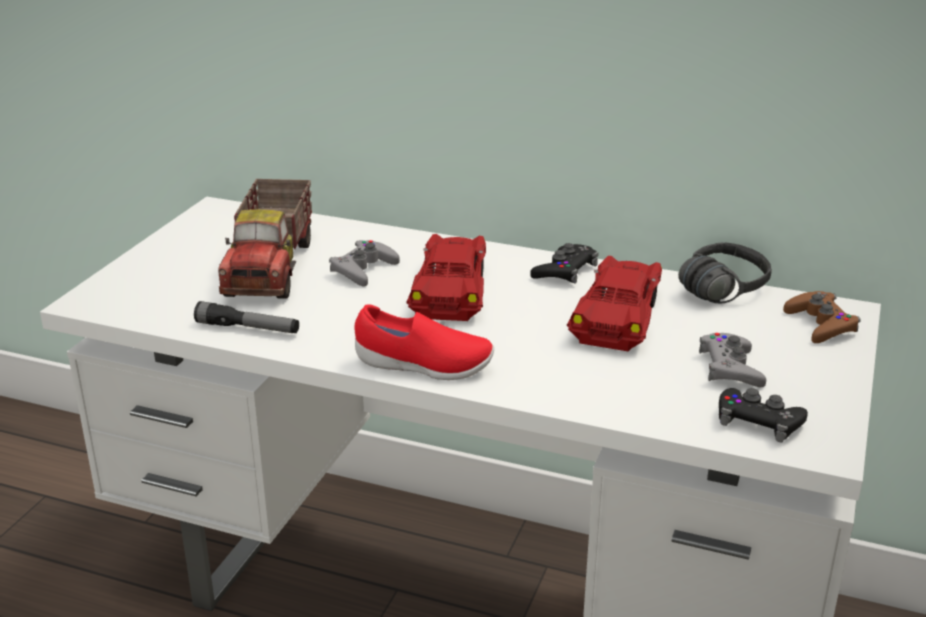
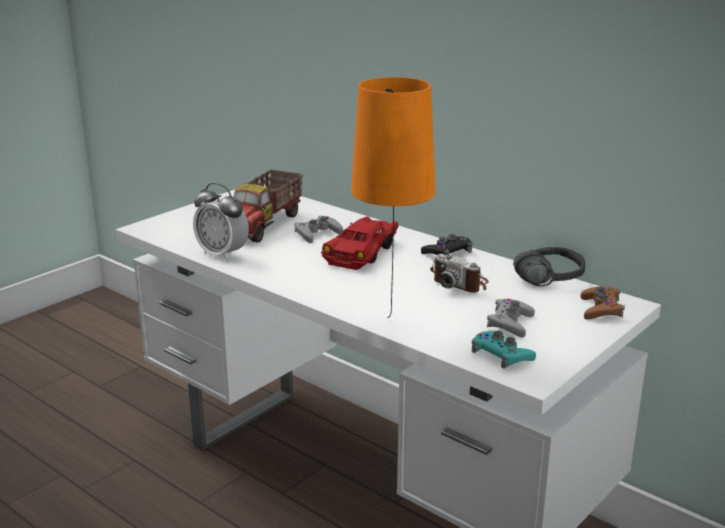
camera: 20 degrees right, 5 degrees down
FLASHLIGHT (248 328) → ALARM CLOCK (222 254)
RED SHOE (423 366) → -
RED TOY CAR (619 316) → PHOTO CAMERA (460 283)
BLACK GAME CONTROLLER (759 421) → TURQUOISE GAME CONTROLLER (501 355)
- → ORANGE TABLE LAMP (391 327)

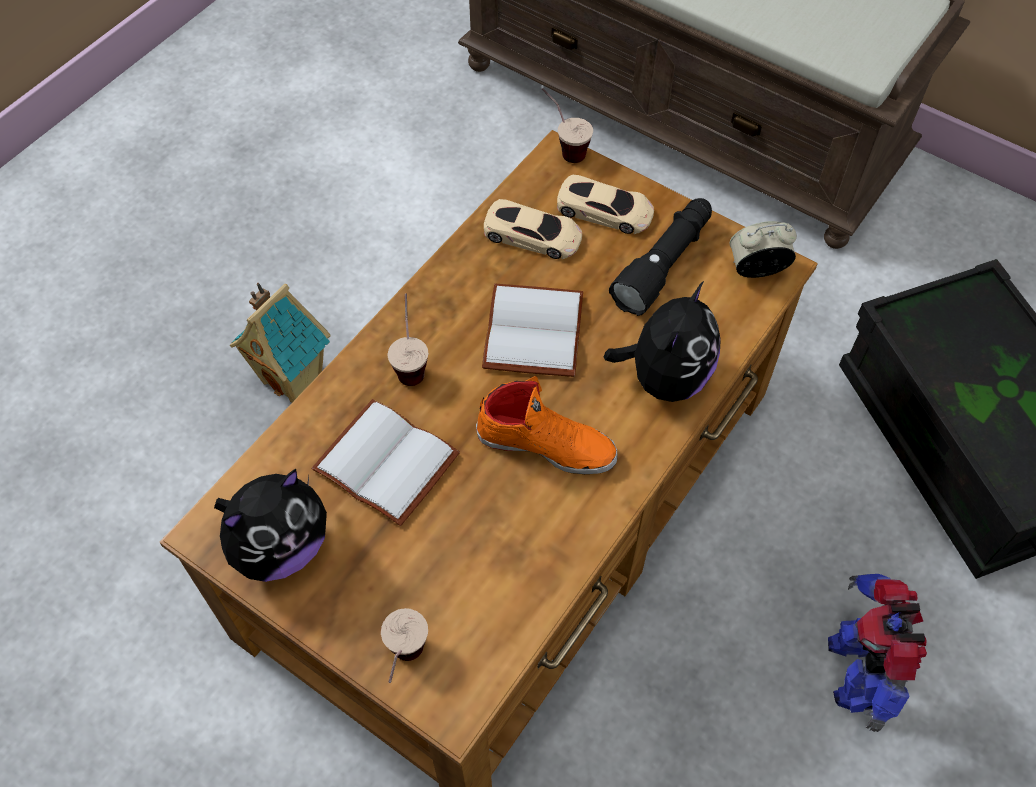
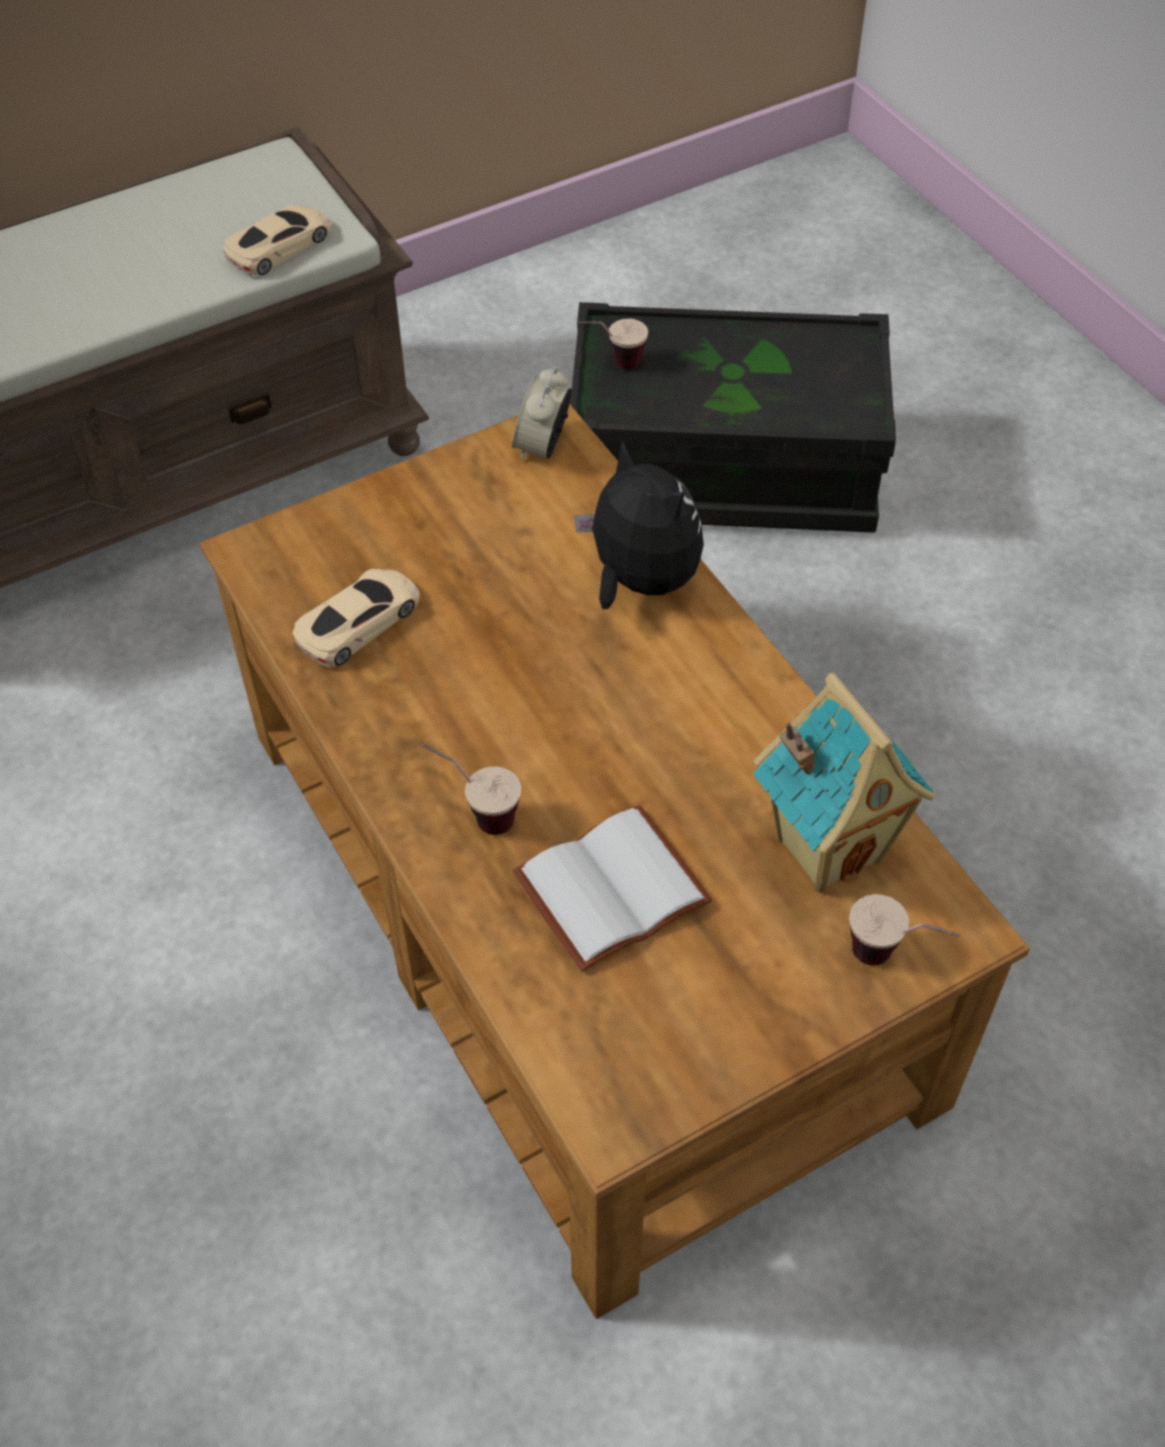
camera: 65 degrees left, 5 degrees down
PLUSH TOY (280 547) → -
TOY HOUSE (294 378) → TOY HOUSE (828 846), relocated
ORANGE SHOE (546 444) → -
WHITE BOOK (530 330) → -
CUP (563 147) → CUP (612 365), relocated
BEIGE TOY CAR (604 210) → BEIGE TOY CAR (280 246), relocated
BLACK FLASHLIGHT (664 264) → -
TOY ROBOT (857 670) → -

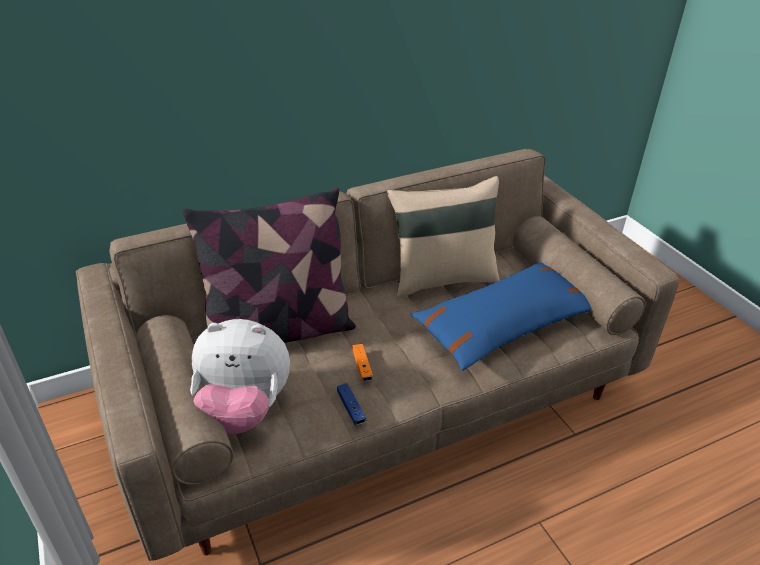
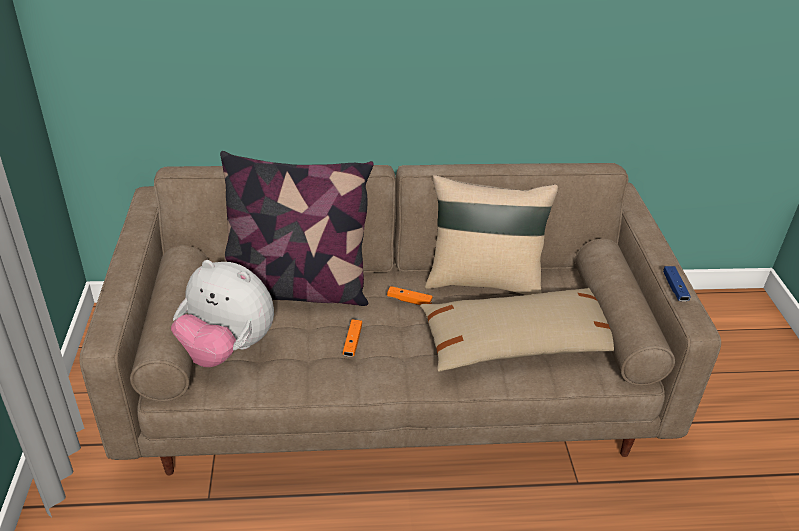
camera: 20 degrees right, 0 degrees up
BLUE GAME CONTROLLER (351 408) → BLUE GAME CONTROLLER (674 288), relocated
BLUE PILLOW (504 326) → BEIGE PILLOW (518 343)
- → ORANGE GAME CONTROLLER (409 300)

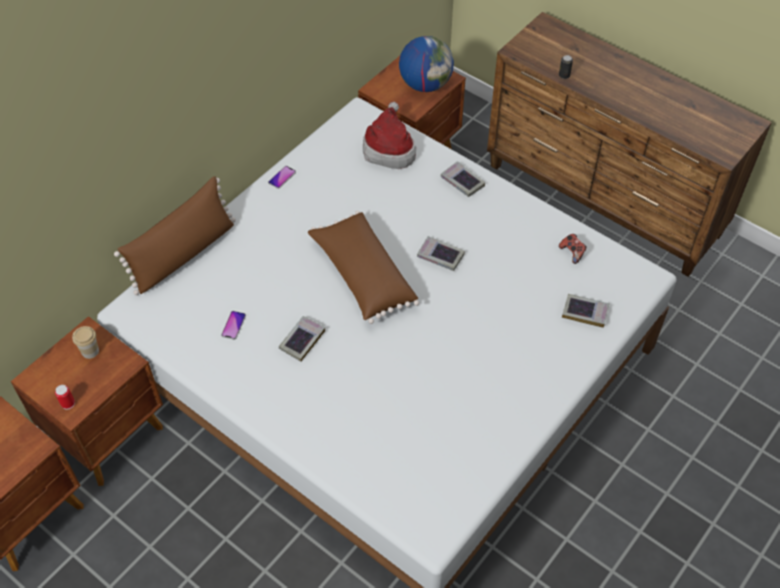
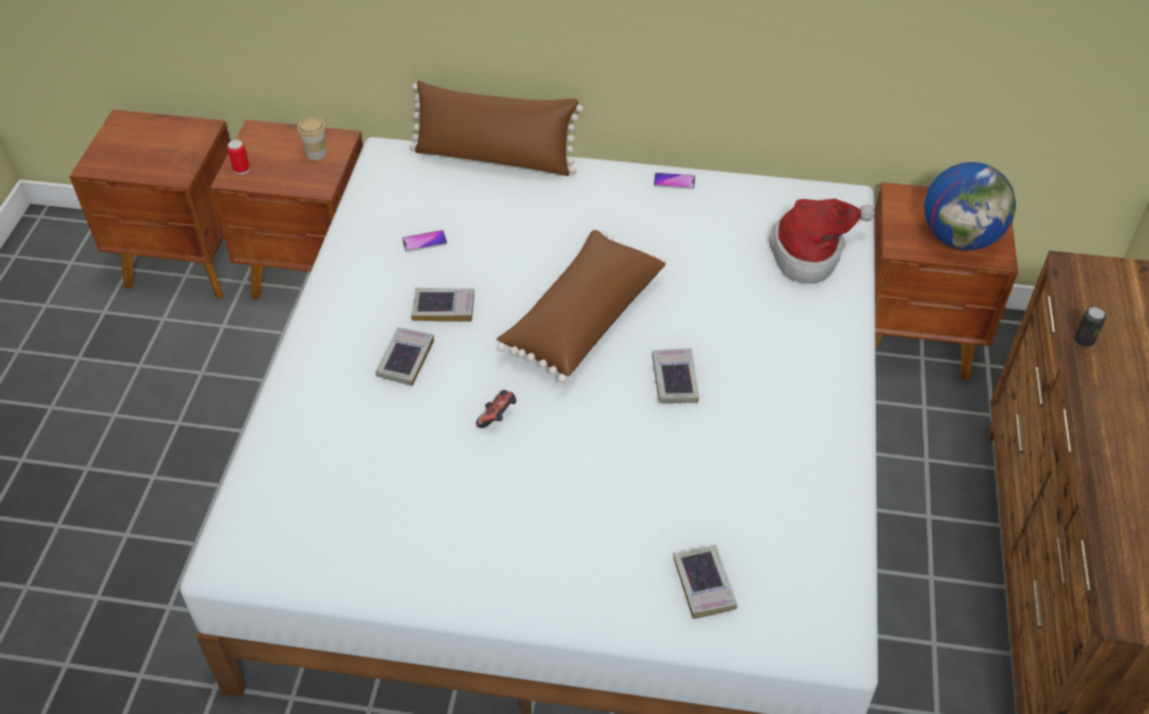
camera: 60 degrees right, 5 degrees down
BOOK (462 182) → BOOK (405 359), relocated
GAME CONTROLLER (572 253) → GAME CONTROLLER (498 417), relocated

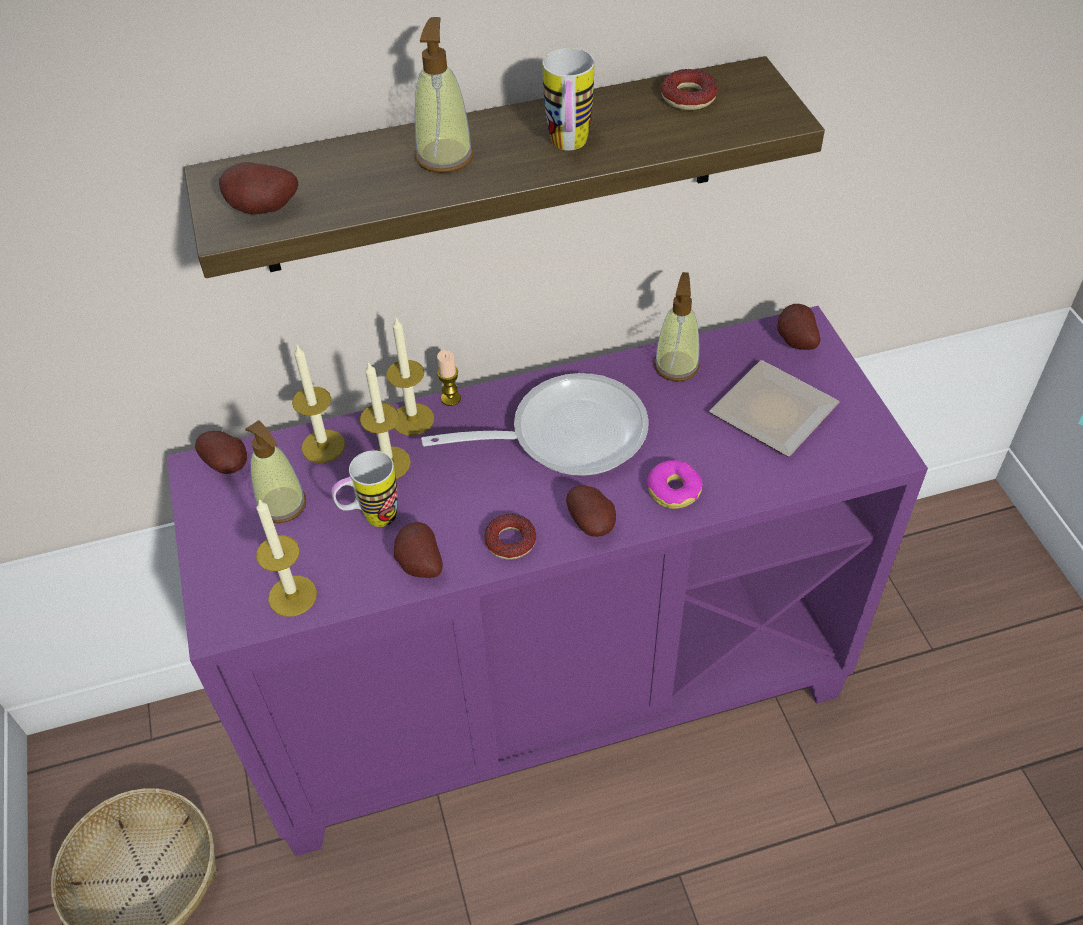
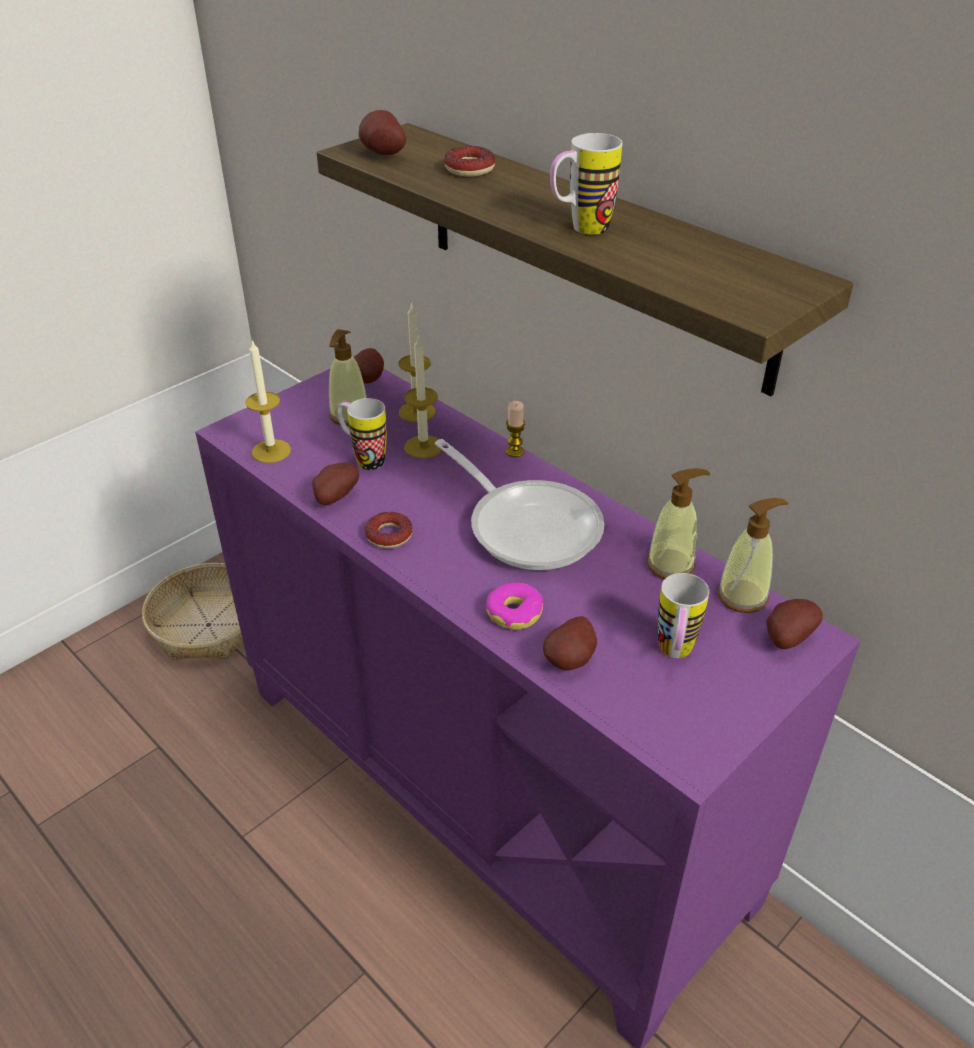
camera: 60 degrees right, 10 degrees down
CANDLE (412 419) → -
SOAP DISPENSER (444 156) → SOAP DISPENSER (743 596), relocated
POTATO (593 524) → POTATO (572 660), relocated
DONUT (688 97) → DONUT (469 169), relocated
PLATE (778 412) → MUG (674 654)

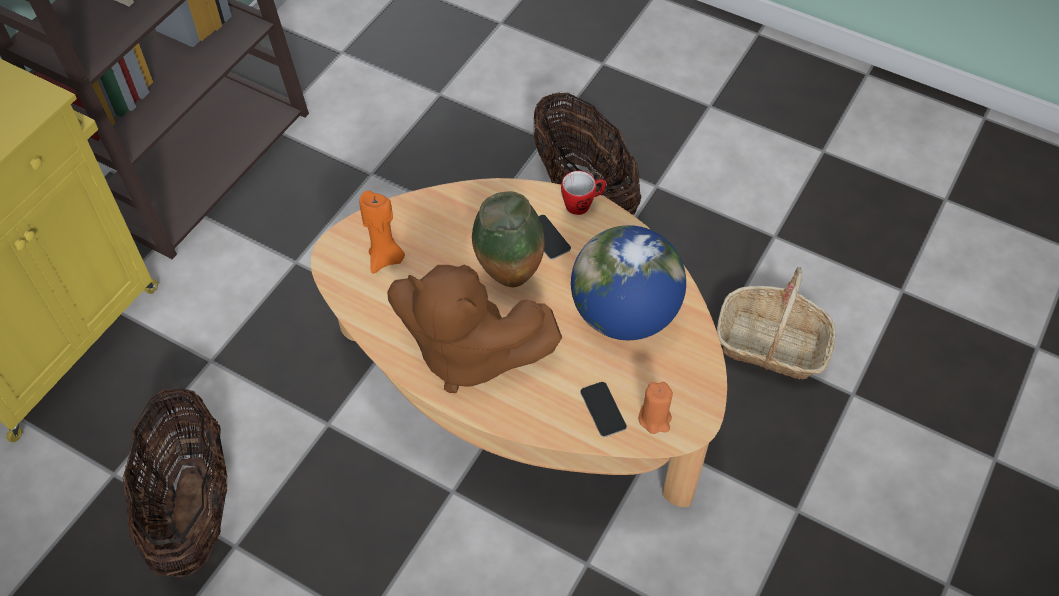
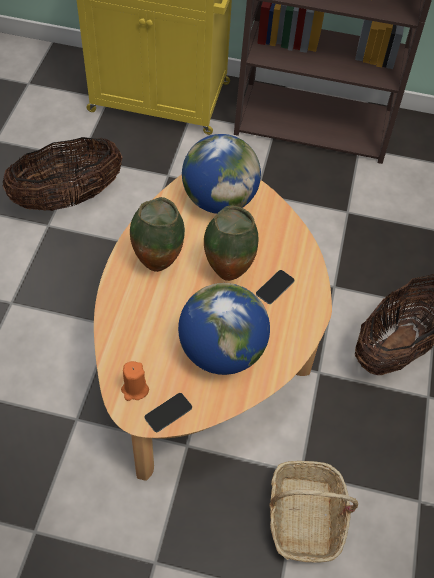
camera: 70 degrees right, 0 degrees up
ORANGE CANDLE (386 259) → GLOBE (219 200)
BROWN PLUSH TOY (468 353) → VASE (157 263)
MUG (583 204) → -
PHONE (603 409) → PHONE (168 412), relocated

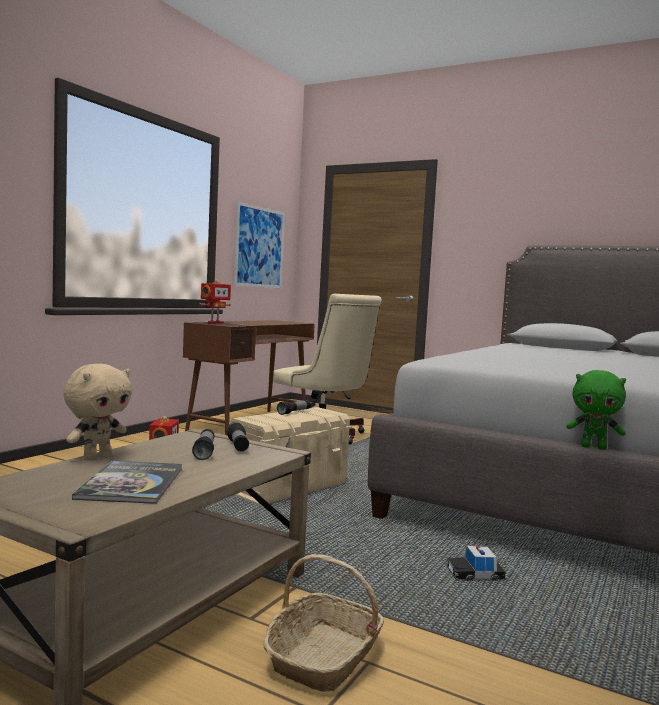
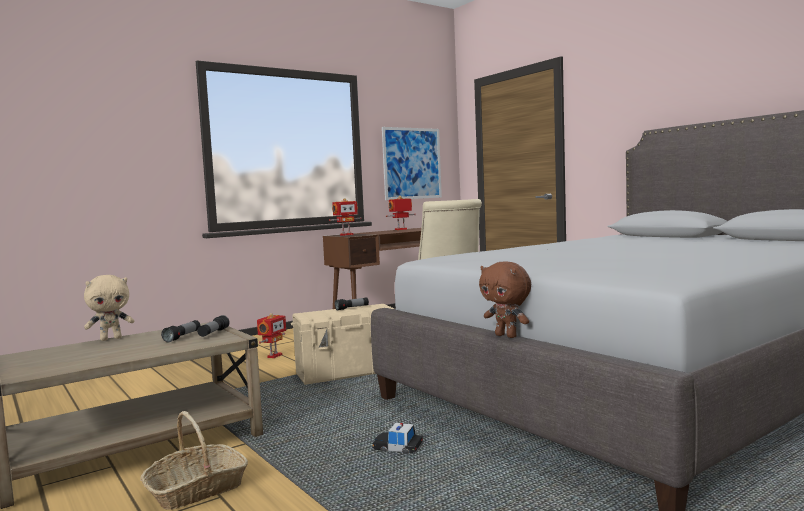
camera: 25 degrees right, 0 degrees up
BOOK (131 483) → -
GREEN PLUSH TOY (594 447) → BROWN PLUSH TOY (507 336)
- → TOY ROBOT (401 229)

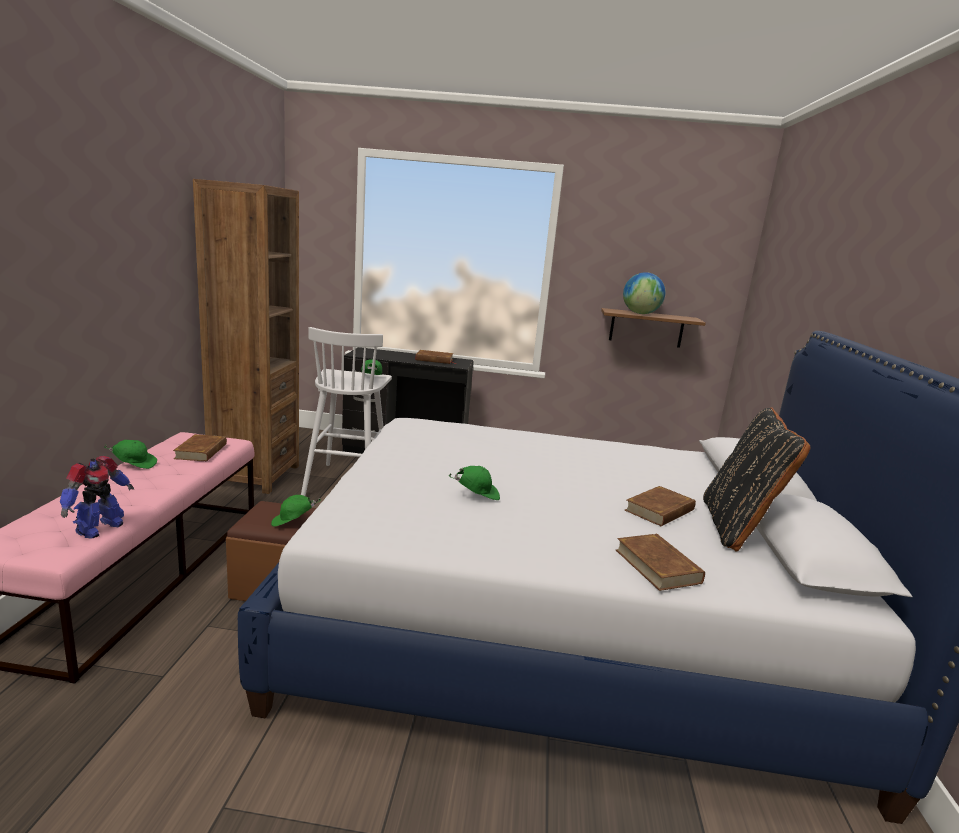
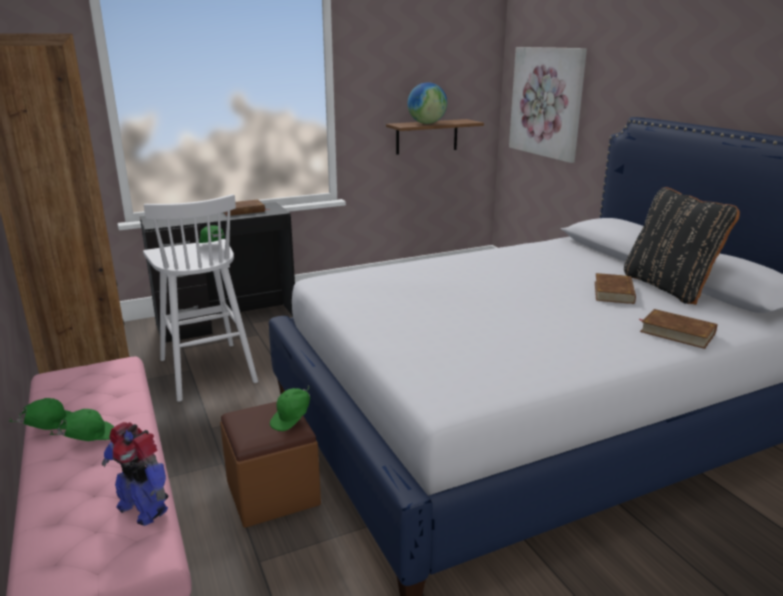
camera: 30 degrees left, 5 degrees up
TOY ROBOT (98 528) → TOY ROBOT (143 508), 135 degrees clockwise
BROWN BOOK (201 451) → -
GREEN CAP (476 495) → GREEN CAP (90 440), relocated
- → PICTURE (546 102)

